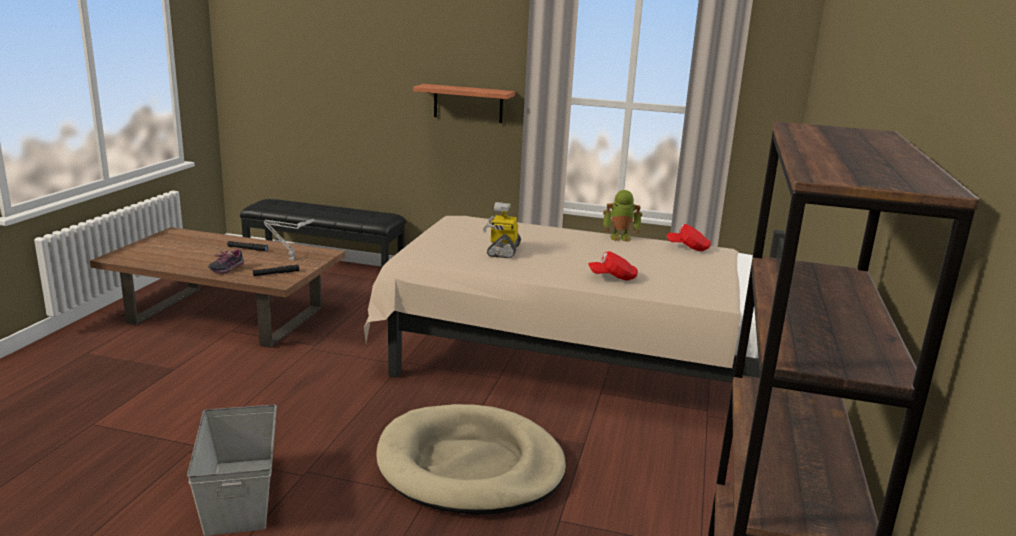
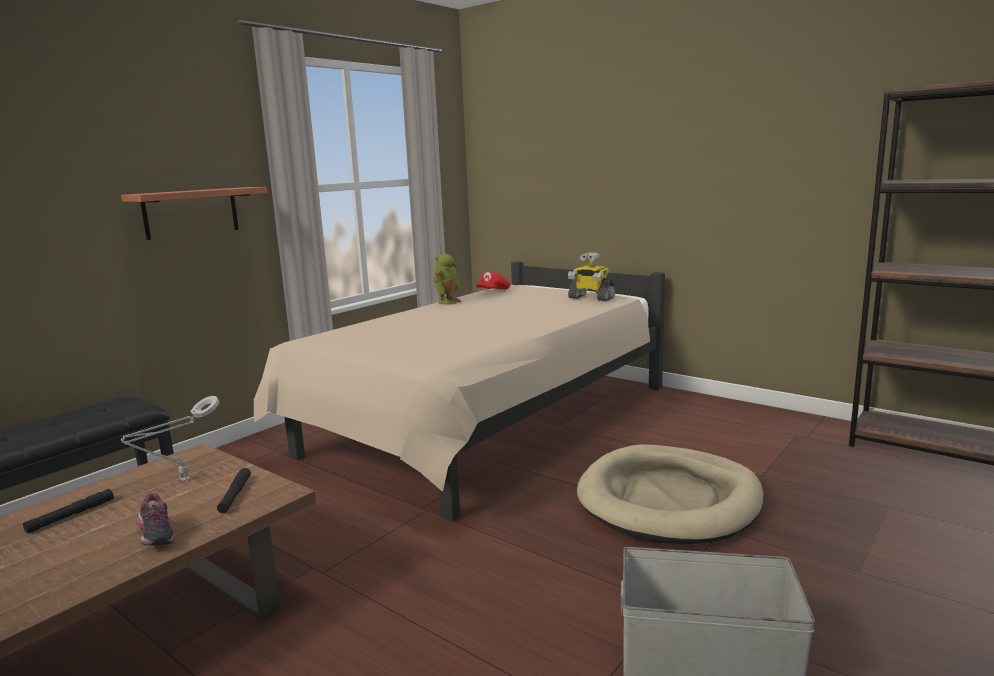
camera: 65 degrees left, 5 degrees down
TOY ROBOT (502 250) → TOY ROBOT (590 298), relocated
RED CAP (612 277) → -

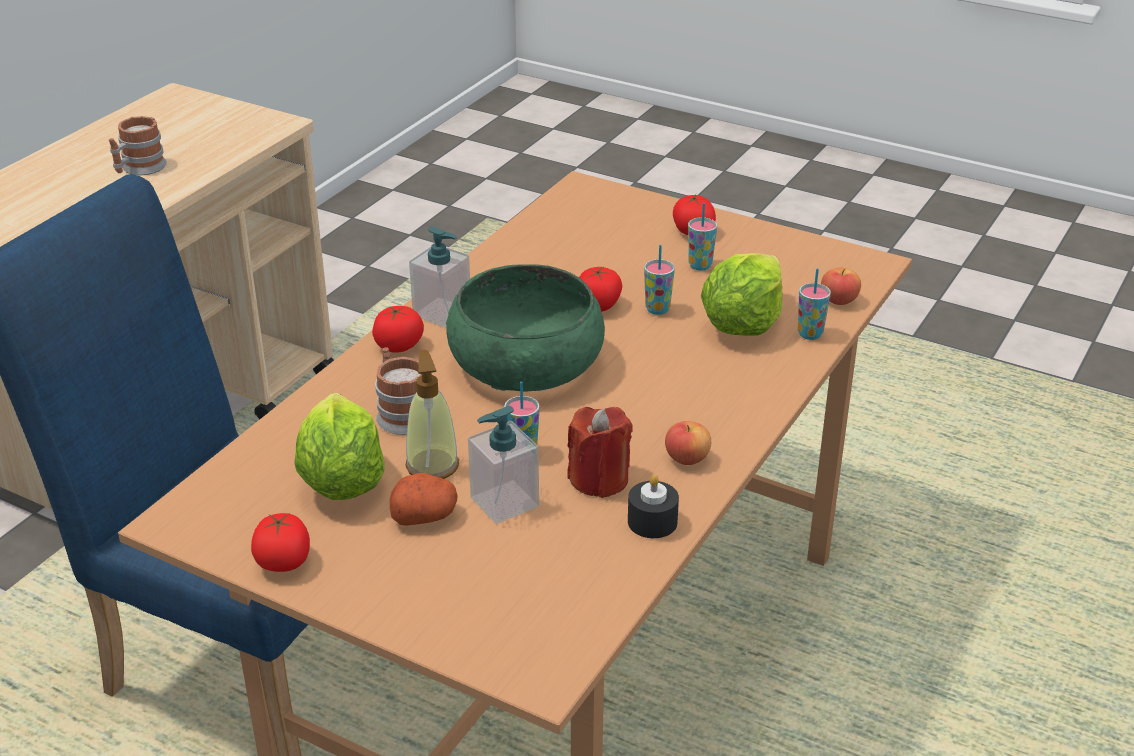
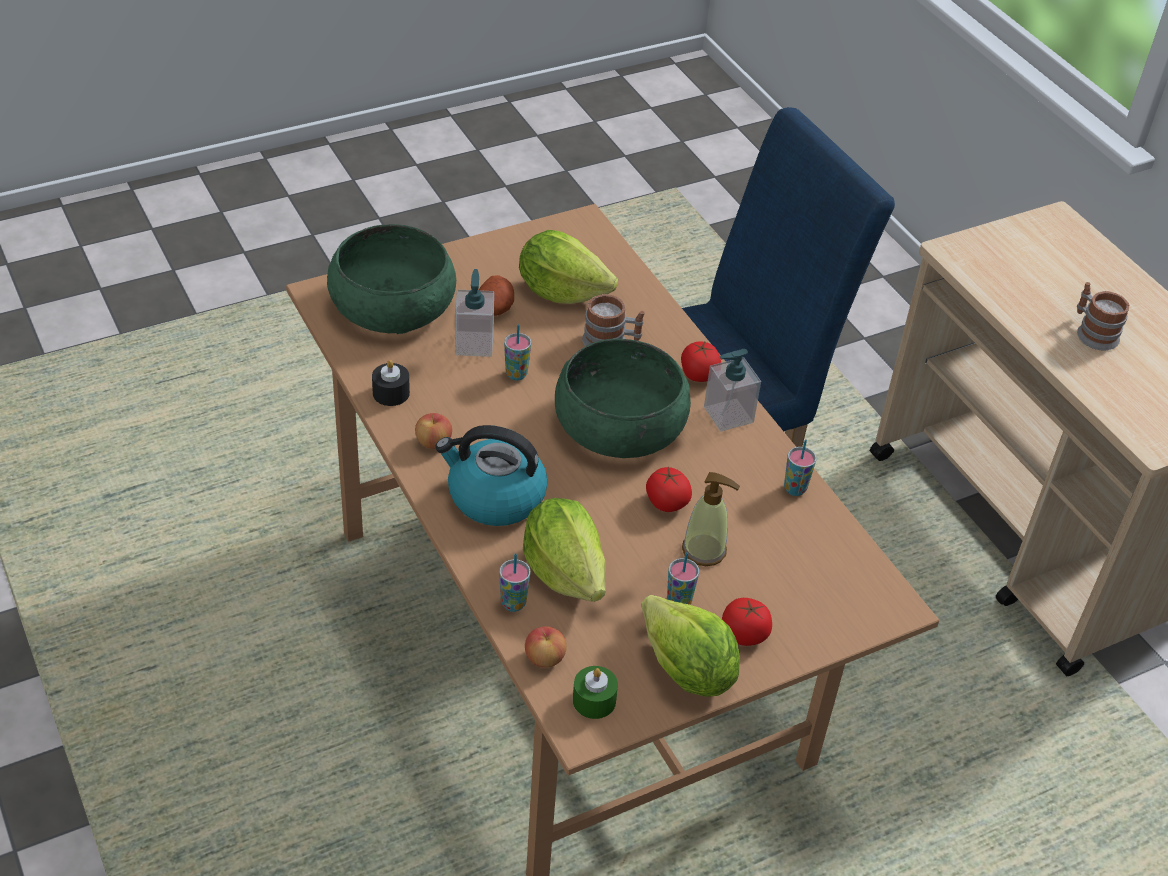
camera: 120 degrees right, 10 degrees up
TOMATO (283 562) → -
SOAP DISPENSER (432 465) → SOAP DISPENSER (704 550), relocated
RED CANDLE (599 479) → -
CUP (657 309) → CUP (795 489), relocated
- → GREEN BOWL (393 305)
- → KETTLE (494 497)
- → GREEN CANDLE (594 700)
- → LETTUCE (686 671)

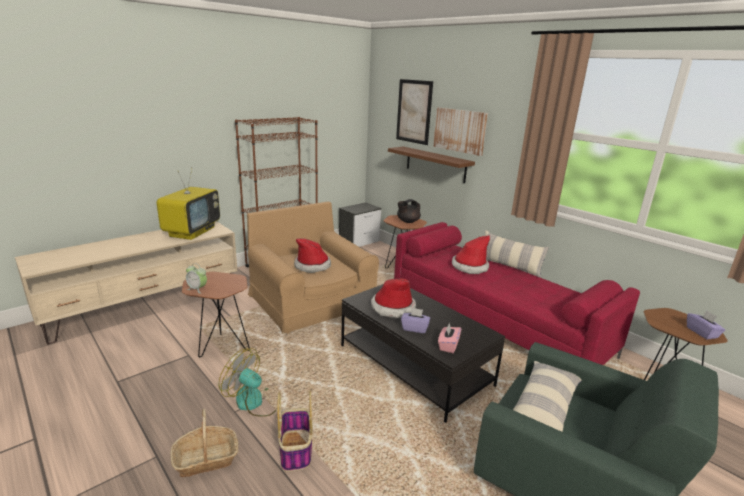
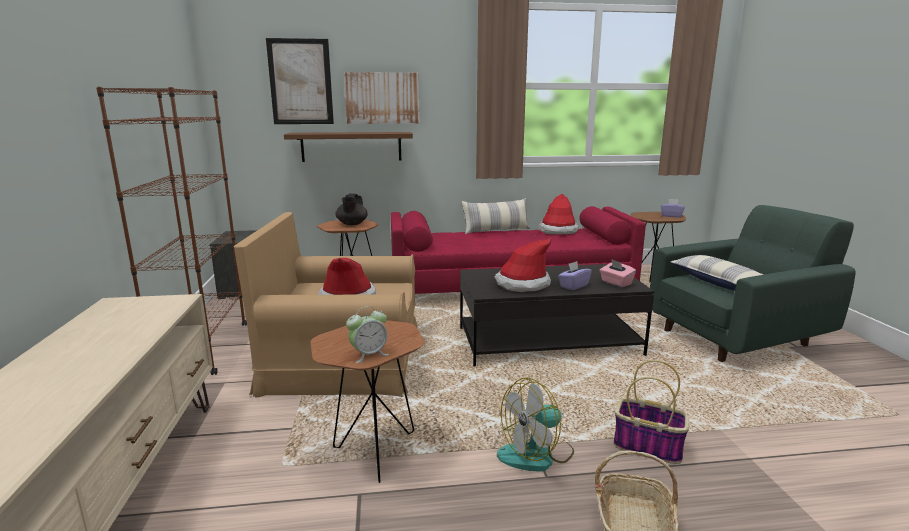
camera: 55 degrees left, 5 degrees down
TELEVISION (192 231) → -
HAT (469 267) → HAT (558 231), relocated

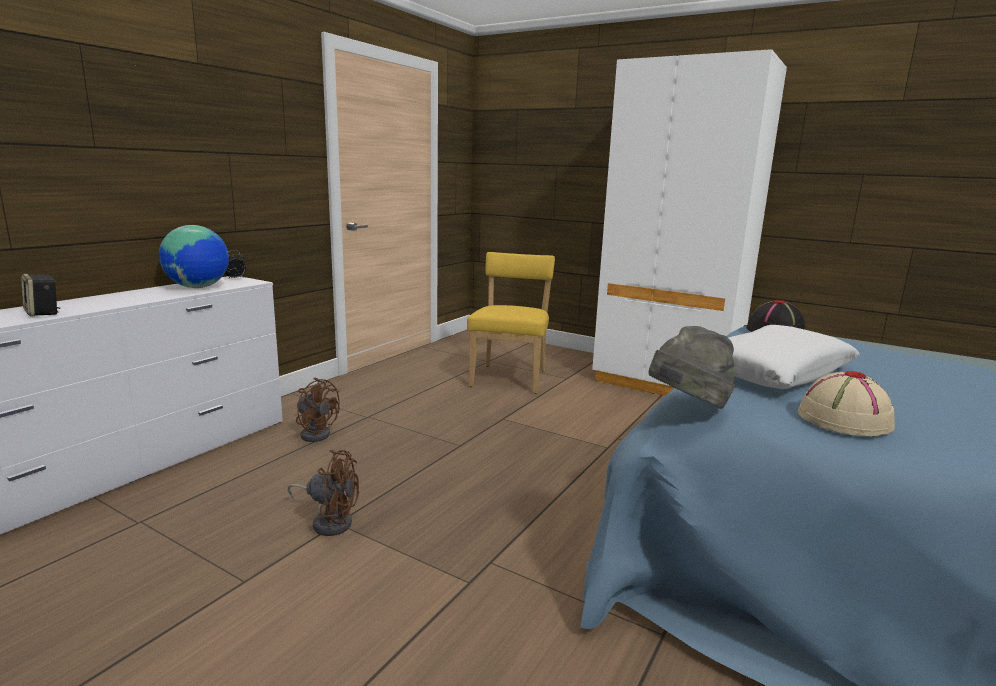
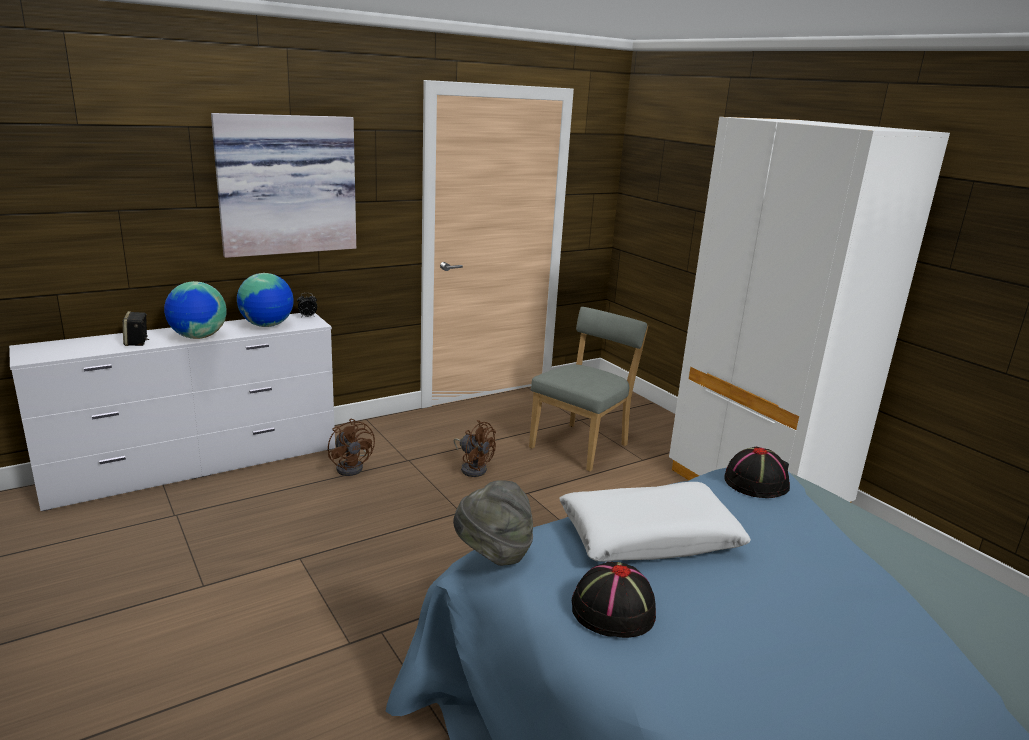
camera: 25 degrees right, 5 degrees up
BROWN FAN (329 521) → BROWN FAN (473 468), relocated
YELLOW CHAIR (510 377) → GREY CHAIR (582 445)
BEIGE HAT (843 420) → BLACK HAT (612 610)
- → GLOBE (198 337)
- → PICTURE (286 184)

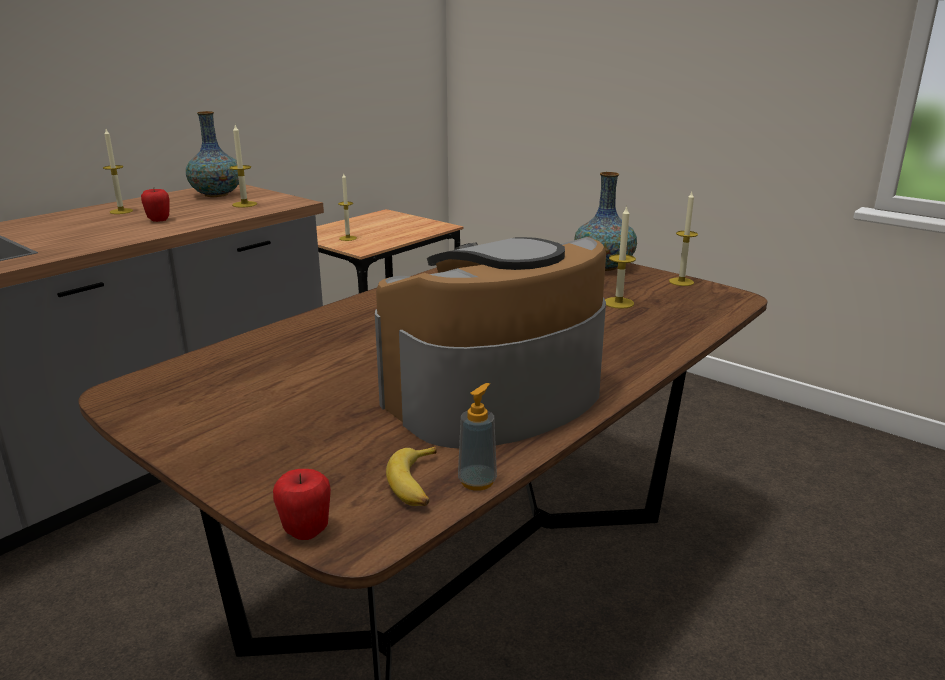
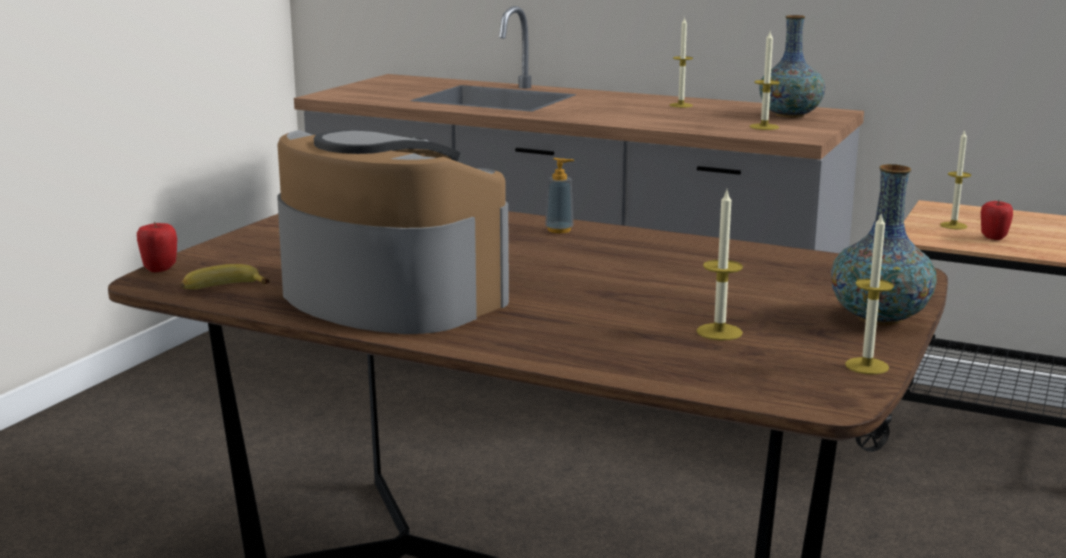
camera: 75 degrees right, 5 degrees down
APPLE (159 220) → APPLE (993 238), relocated
SOAP DISPENSER (477 481) → SOAP DISPENSER (559 230), relocated

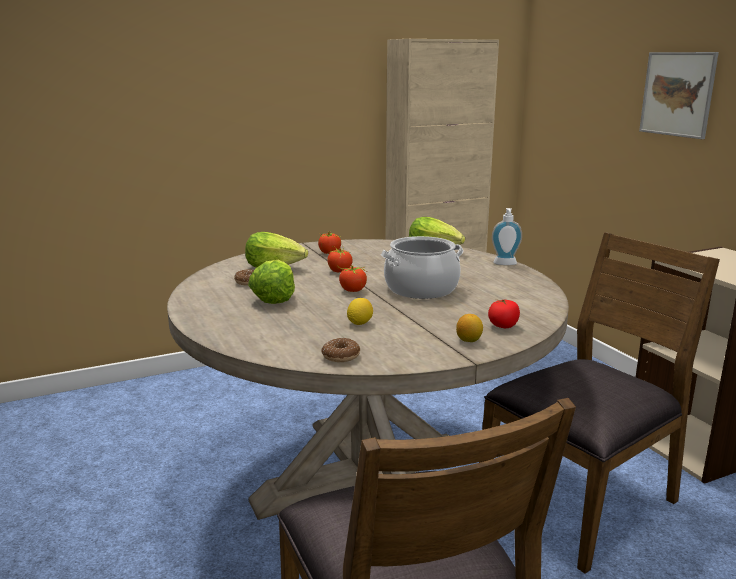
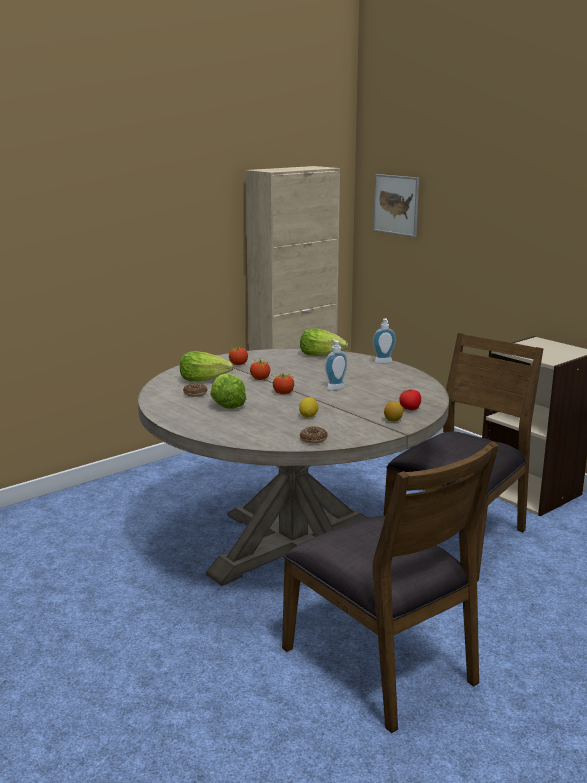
camera: 15 degrees left, 0 degrees up
COOKING POT (421 289) → SOAP DISPENSER (334 387)
PICTURE (677 94) → PICTURE (396 205), relocated

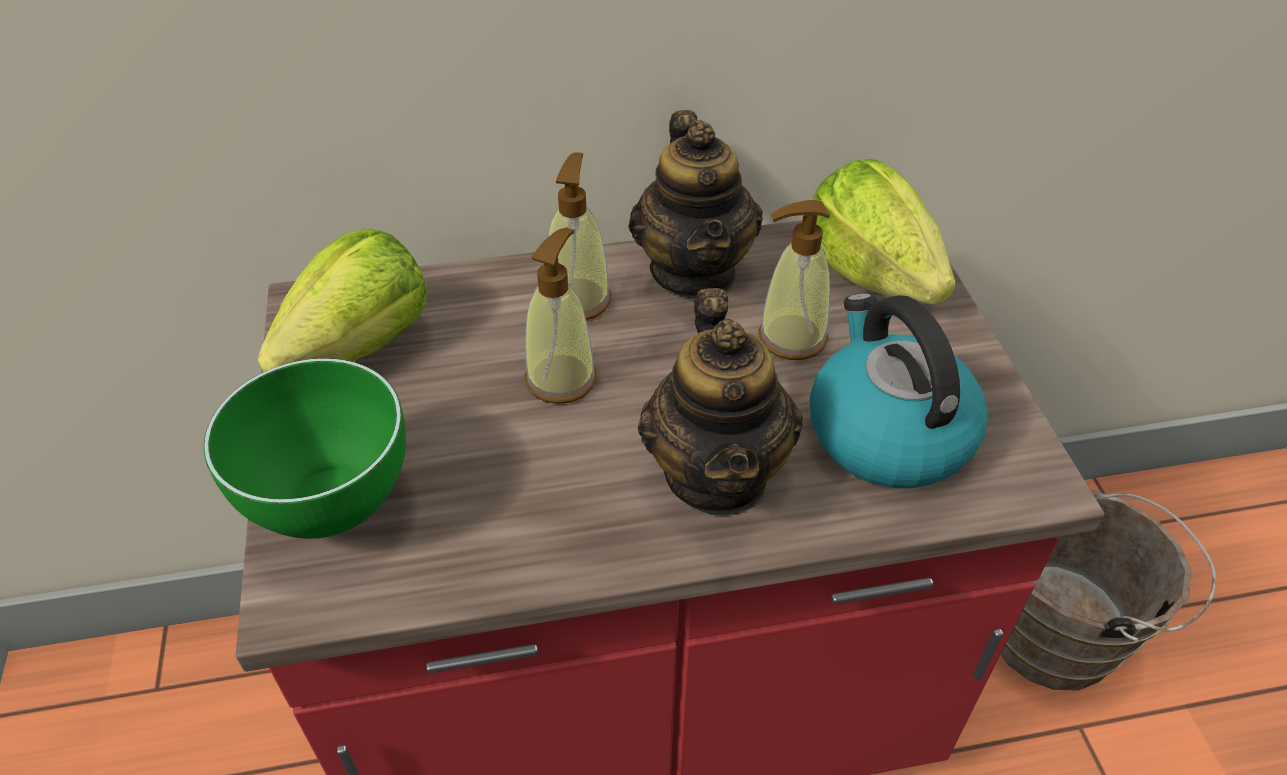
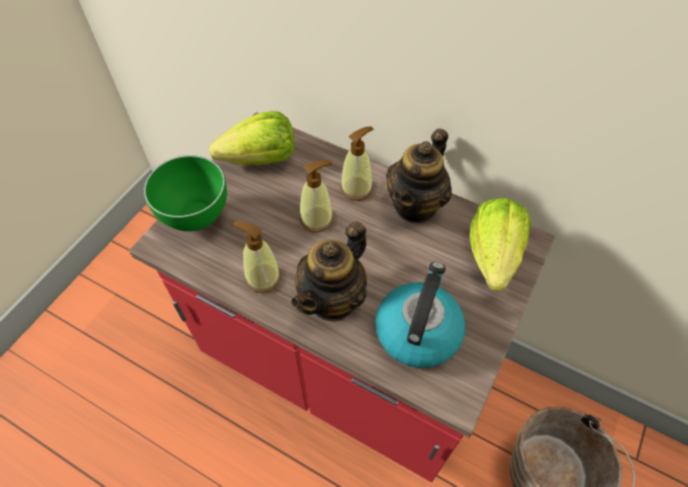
camera: 40 degrees right, 10 degrees up
SOAP DISPENSER (791 337) → SOAP DISPENSER (262 277), relocated

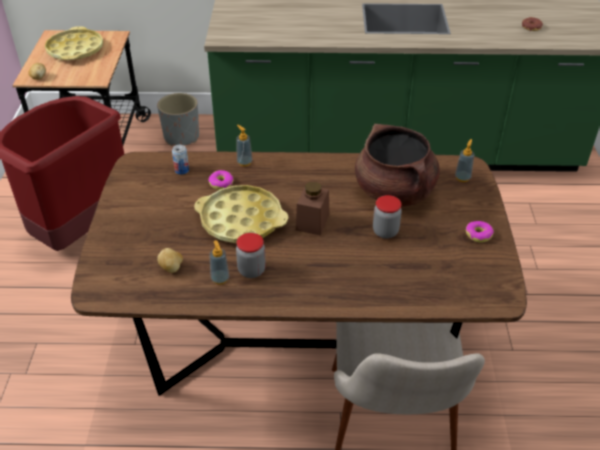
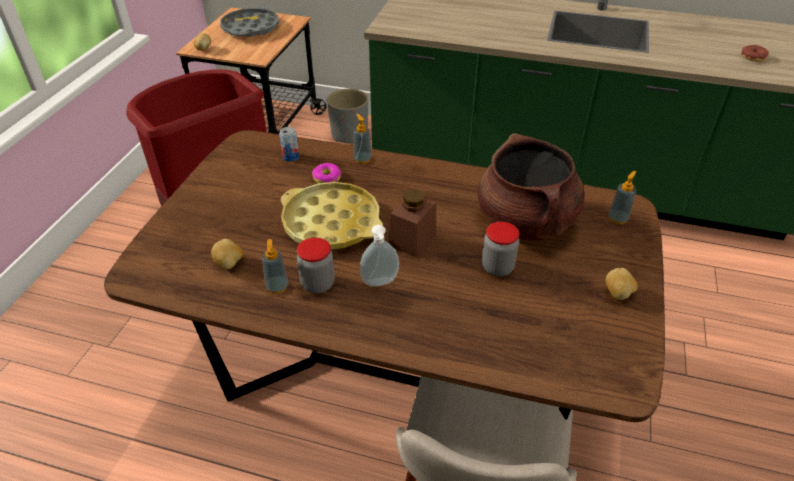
camera: 15 degrees right, 0 degrees up
YELLOW TRAY (75 50) → GREY TRAY (250 28)
DONUT (478 235) → POTATO (618 294)
- → SOAP DISPENSER (380 283)

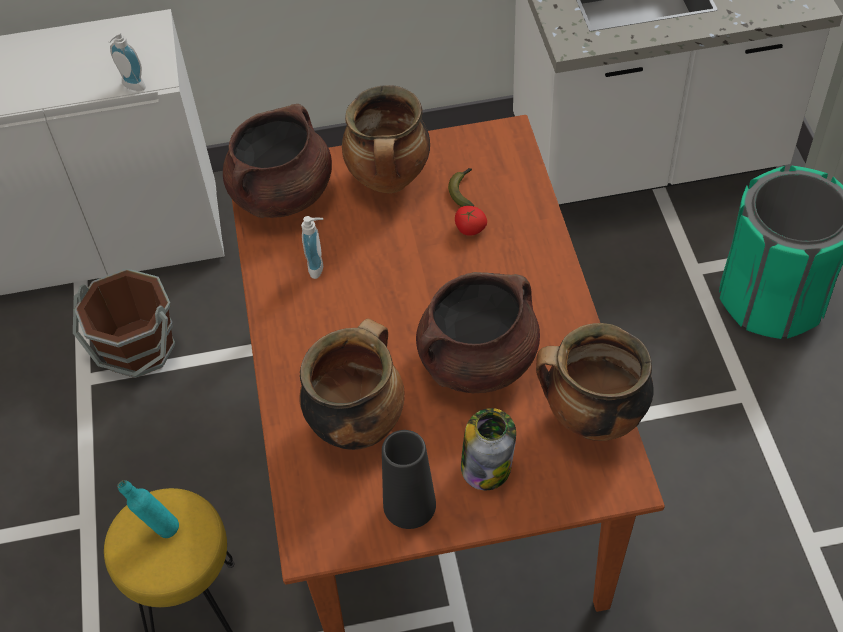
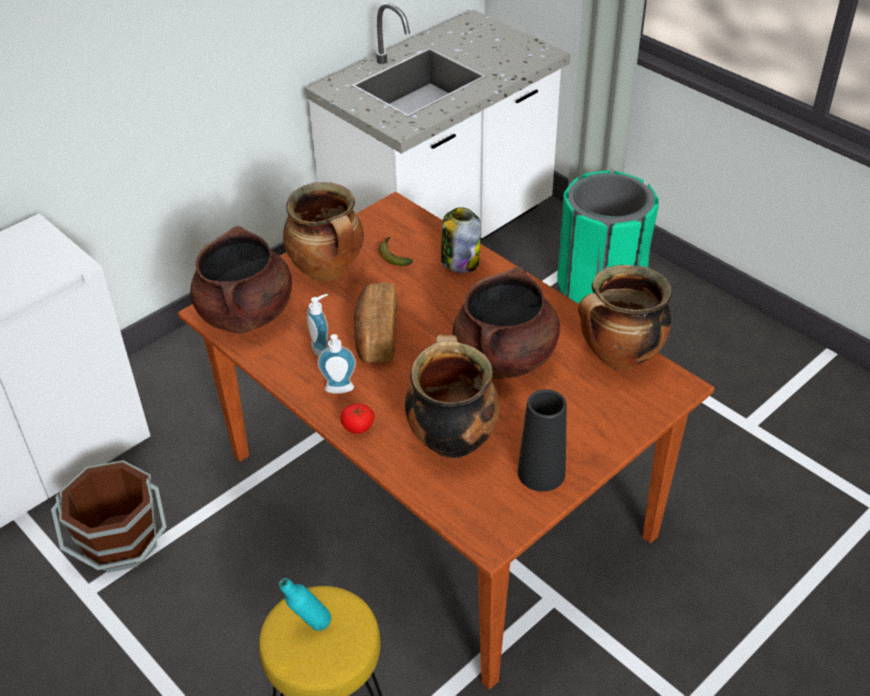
camera: 35 degrees left, 10 degrees down
SOAP DISPENSER (132 87) → SOAP DISPENSER (339 391), relocated
TOMATO (469 229) → TOMATO (357 427), relocated
JAR (486 466) → JAR (459 261), relocated
- → BREAD (376 336)

